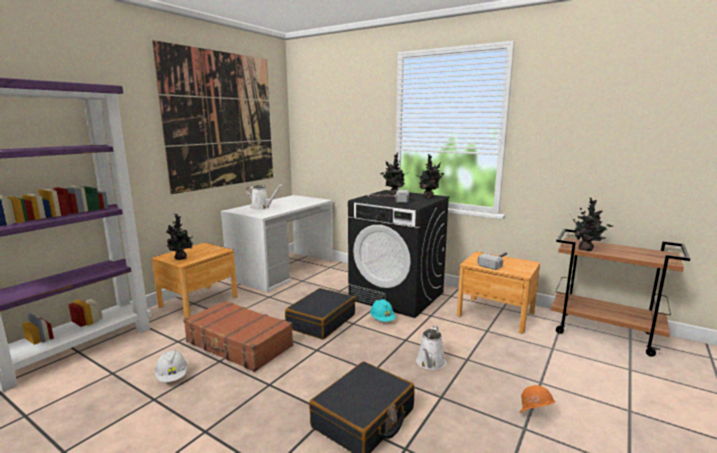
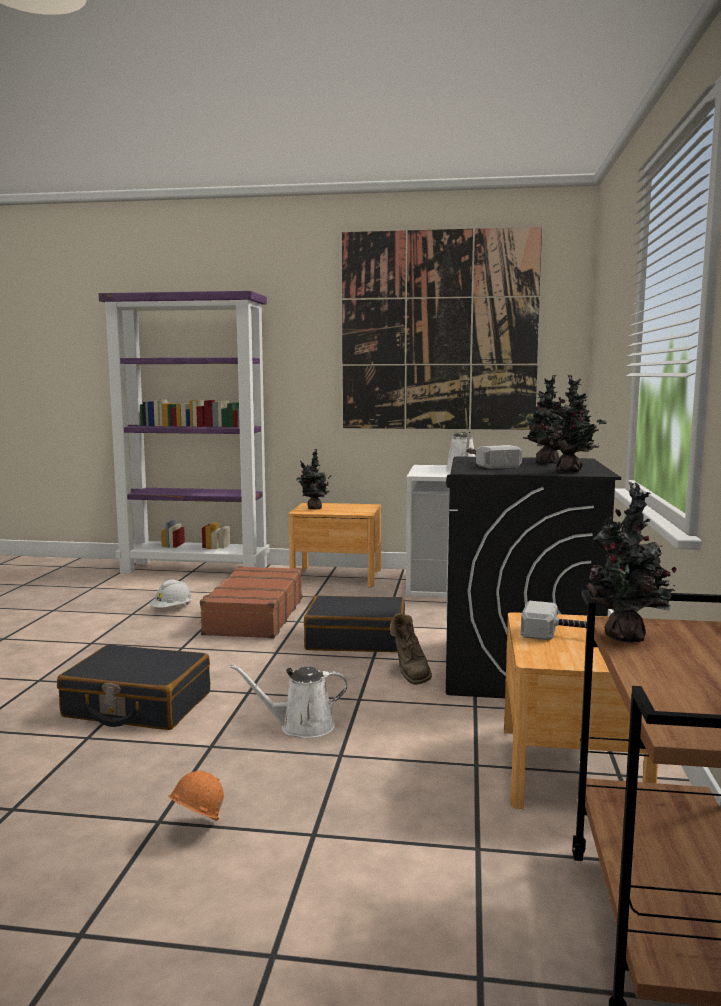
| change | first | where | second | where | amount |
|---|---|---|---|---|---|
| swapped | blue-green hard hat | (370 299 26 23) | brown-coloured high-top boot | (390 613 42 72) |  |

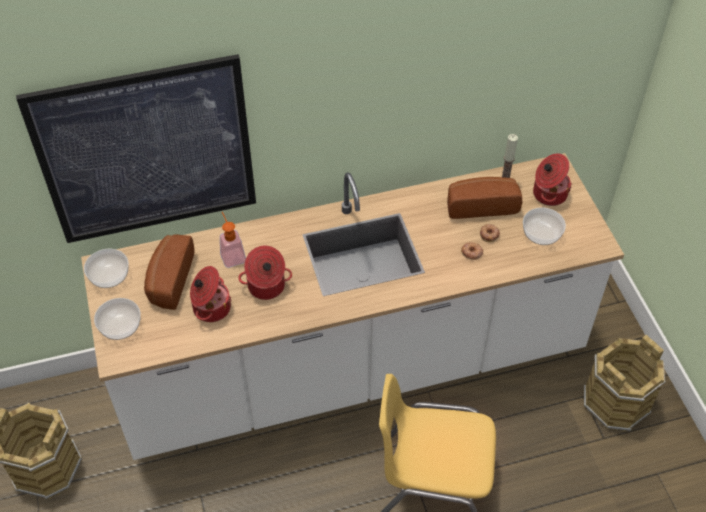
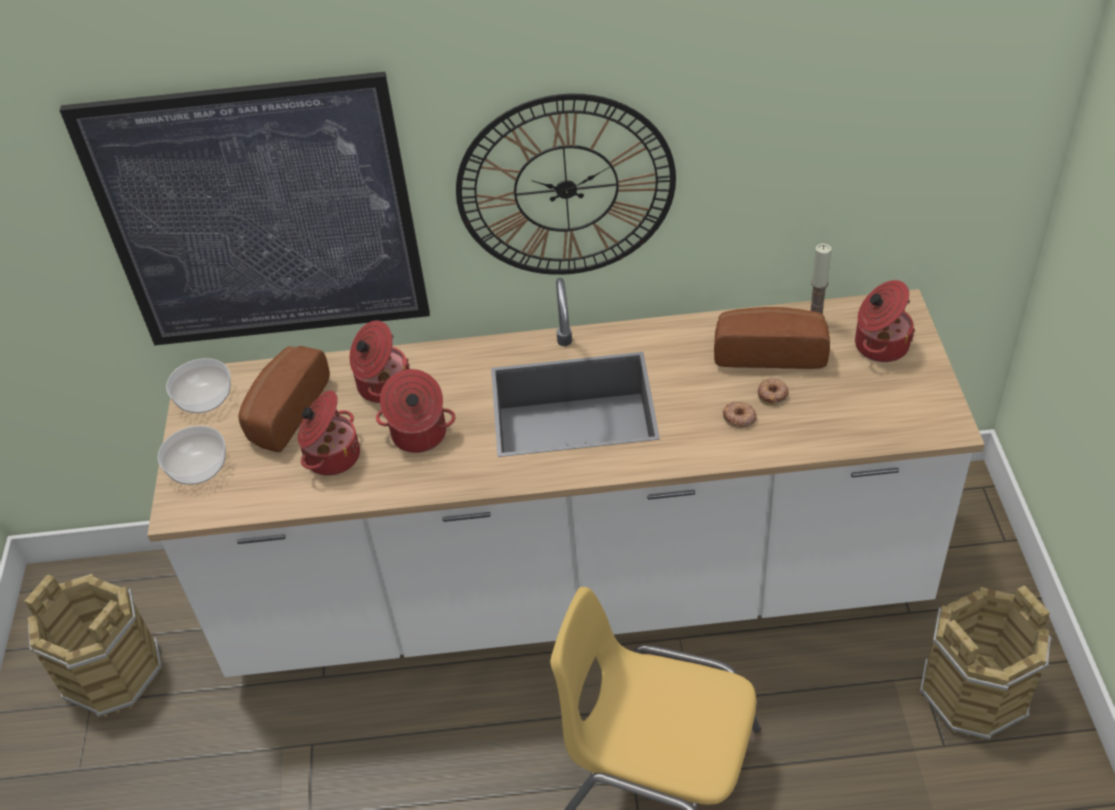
| change | first | where | second | where | amount |
|---|---|---|---|---|---|
| swapped | liquid soap bottle | (220 212 26 56) | stockpot | (350 320 60 83) |  |
| gone | bowl | (523 208 43 37) |  |  |  |
| new |  |  | wall clock | (456 94 220 181) |  |

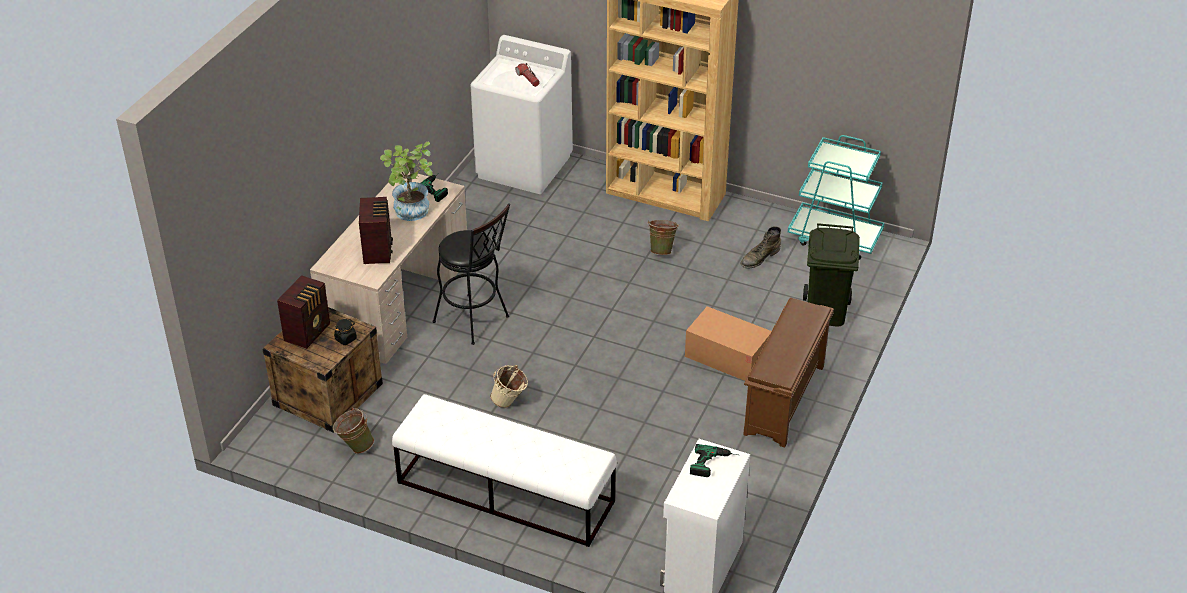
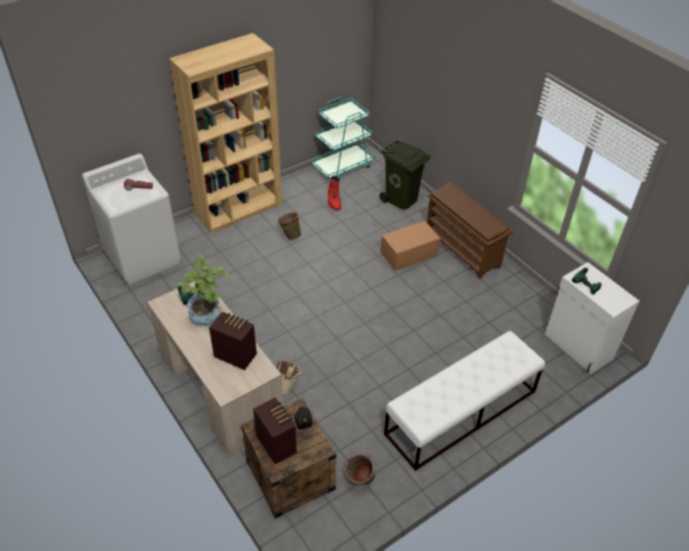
| change | first | where | second | where | amount |
|---|---|---|---|---|---|
| gone | black-coloured stool seat | (433 203 77 142) |  |  |  |
| shifted | sand-coloured water bucket | (490 365 38 43) |  | (274 360 27 35) |  |
| repainted | greenish high-top boot | (740 226 41 43) | reddish high-top boot | (328 176 13 34) |  |

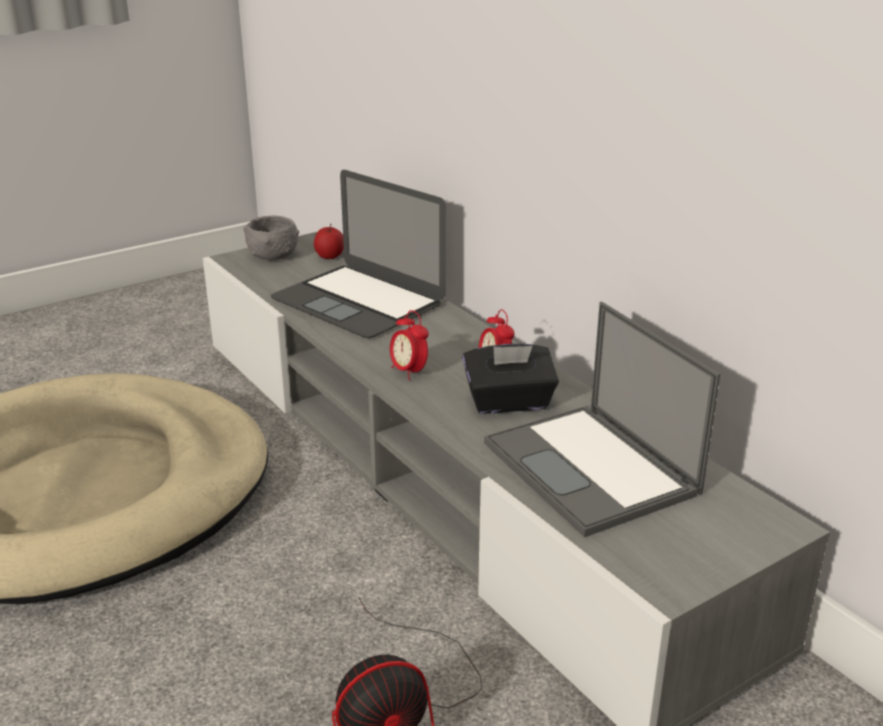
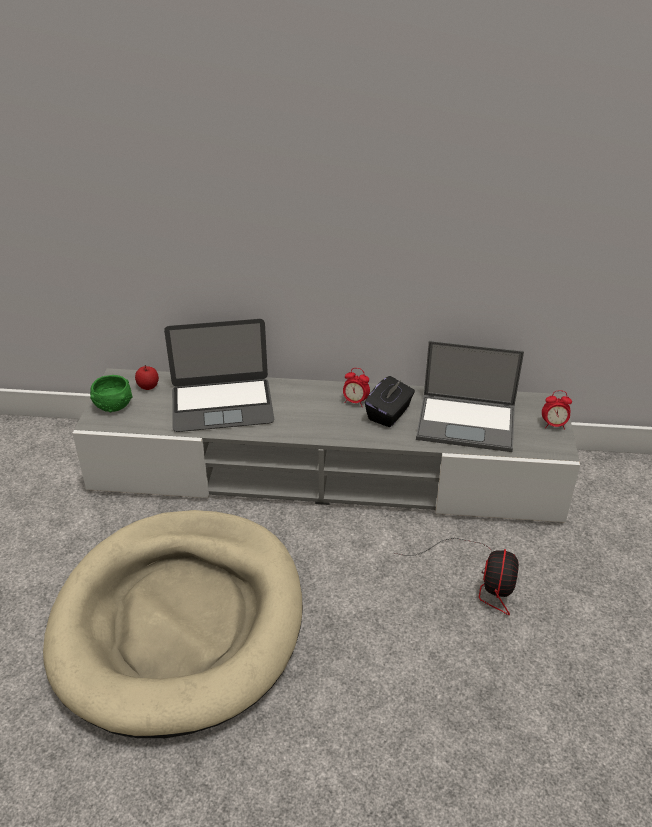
| change | first | where | second | where | amount |
|---|---|---|---|---|---|
| repainted | grey bowl | (243 215 56 45) | greenish bowl | (90 375 43 37) |  |
| shifted | alarm clock | (390 310 39 70) |  | (542 390 30 40) |  |

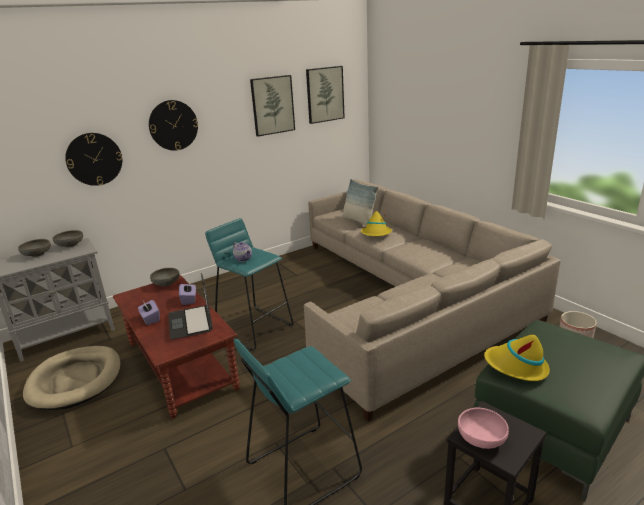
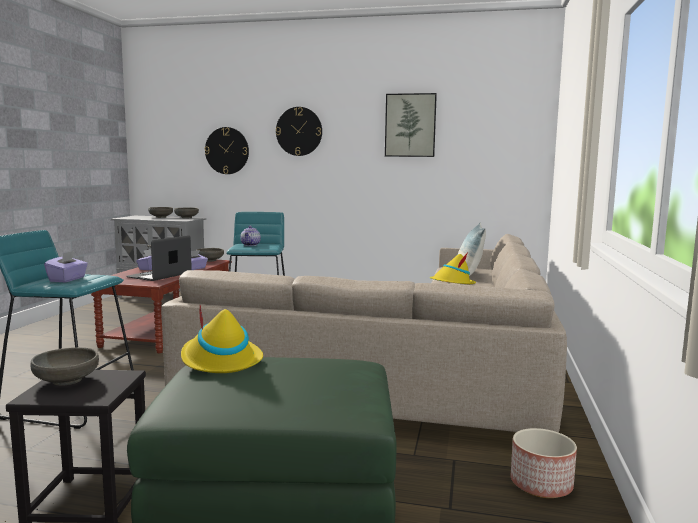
| change | first | where | second | where | amount |
|---|---|---|---|---|---|
| gone | sand-coloured dog bed | (23 346 98 64) |  |  |  |
| gone | wall picture | (306 66 39 58) |  |  |  |
| repainted | pink-coloured bowl | (458 408 51 41) | grey bowl | (30 347 69 39) |  |
| new |  |  | purple tissue box | (44 251 44 31) |  |

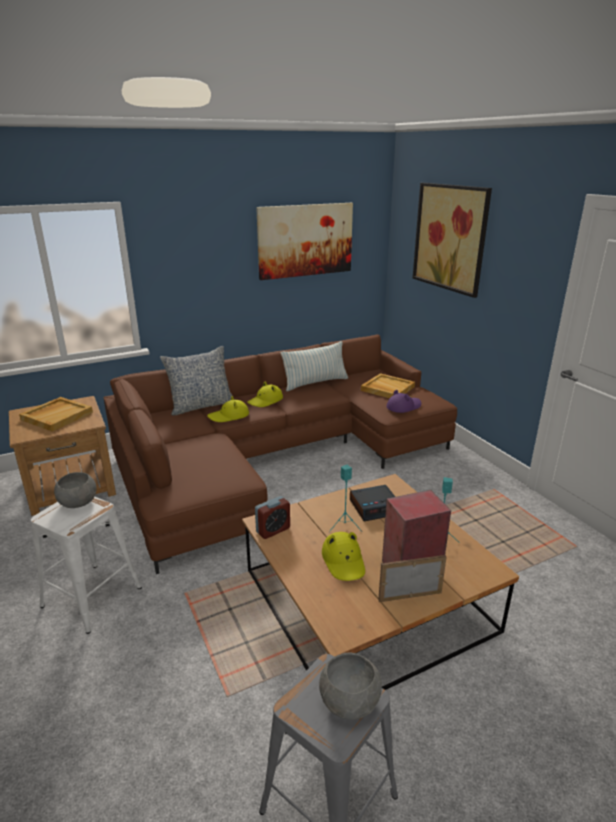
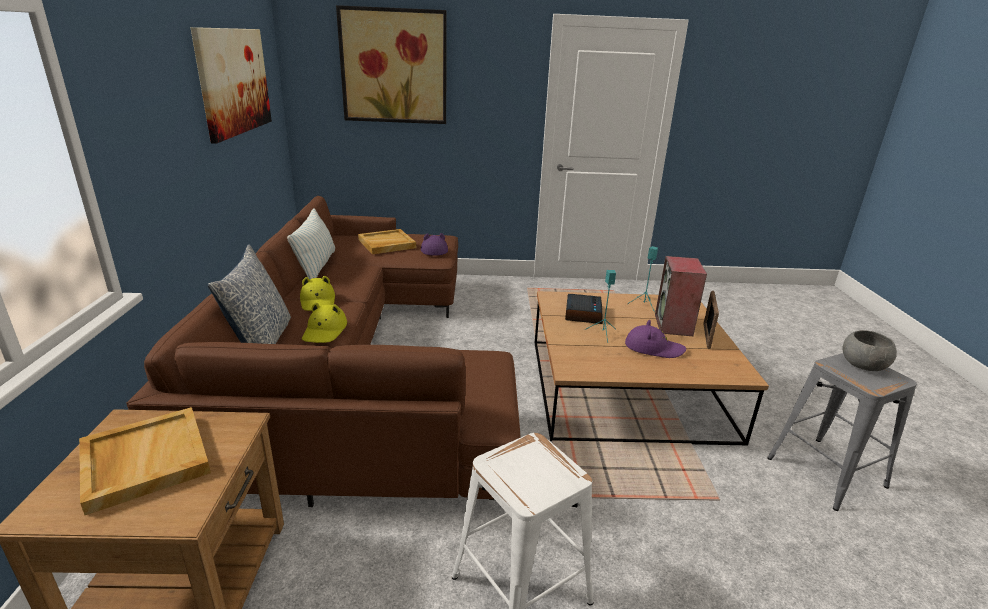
| change | first | where | second | where | amount |
|---|---|---|---|---|---|
| gone | grey bowl | (54 472 43 36) |  |  |  |
| gone | alarm clock | (255 496 35 43) |  |  |  |
| repainted | yellow-coloured wearable hat | (322 532 43 49) | purple wearable hat | (625 320 61 38) |  |

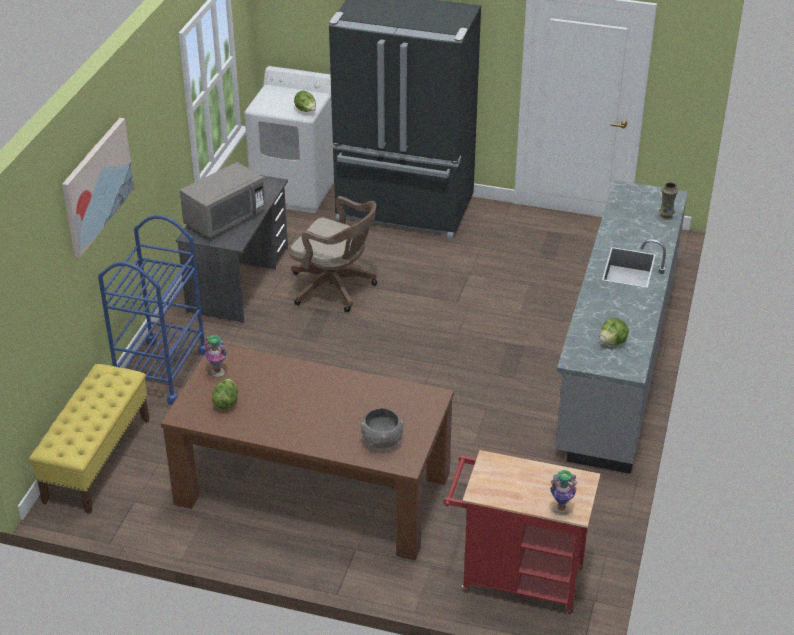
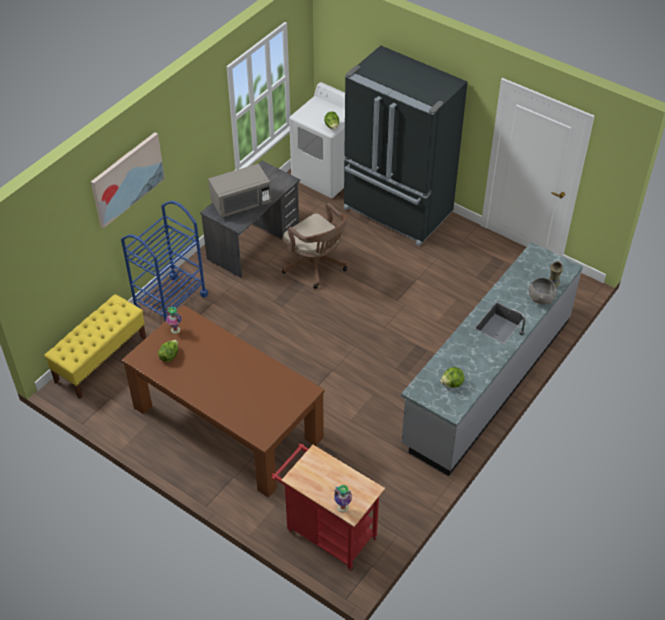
| change | first | where | second | where | amount |
|---|---|---|---|---|---|
| shifted | grey bowl | (360 408 44 41) |  | (529 278 29 27) |  |

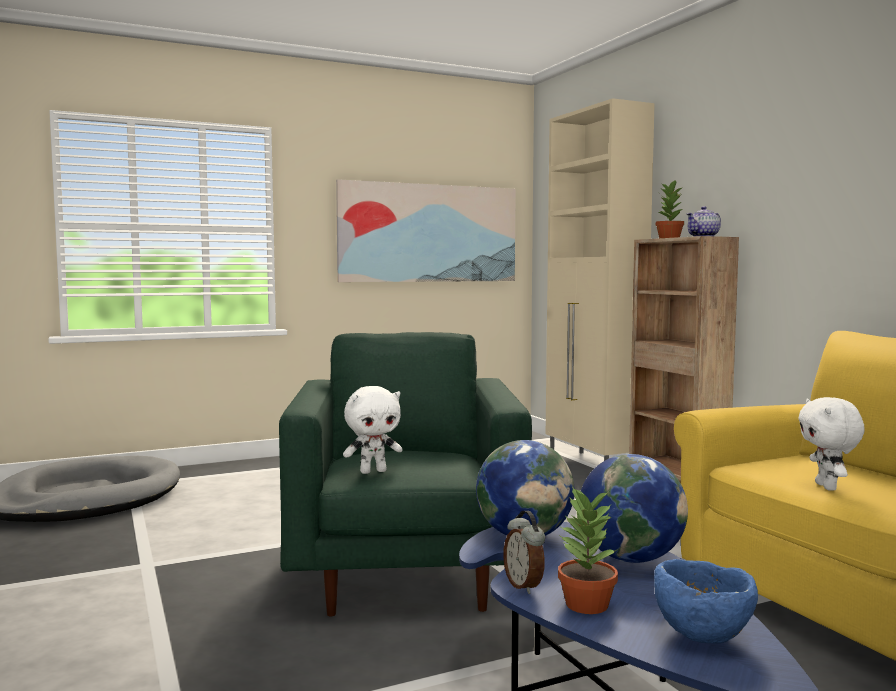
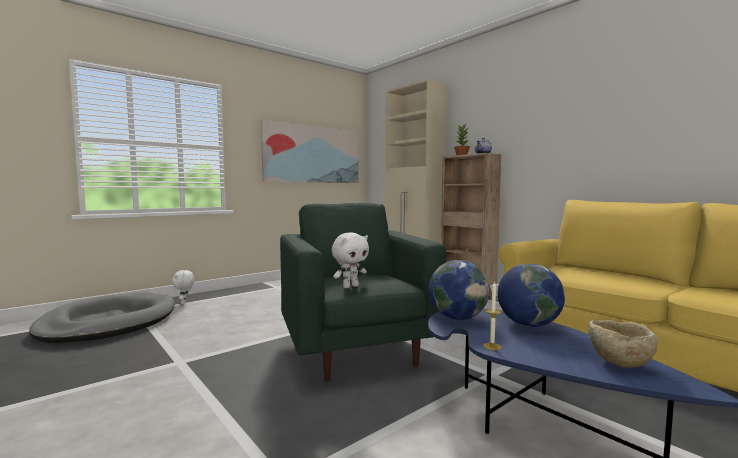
| change | first | where | second | where | amount |
|---|---|---|---|---|---|
| swapped | alarm clock | (503 511 42 83) | wax candle | (483 282 18 68) |  |
| gone | potted plant | (558 487 60 127) |  |  |  |
| repainted | blue-coloured bowl | (654 559 104 85) | sand-coloured bowl | (588 320 70 48) |  |
| shifted | white-coloured cuddly toy | (798 397 67 94) |  | (172 270 22 34) |  |

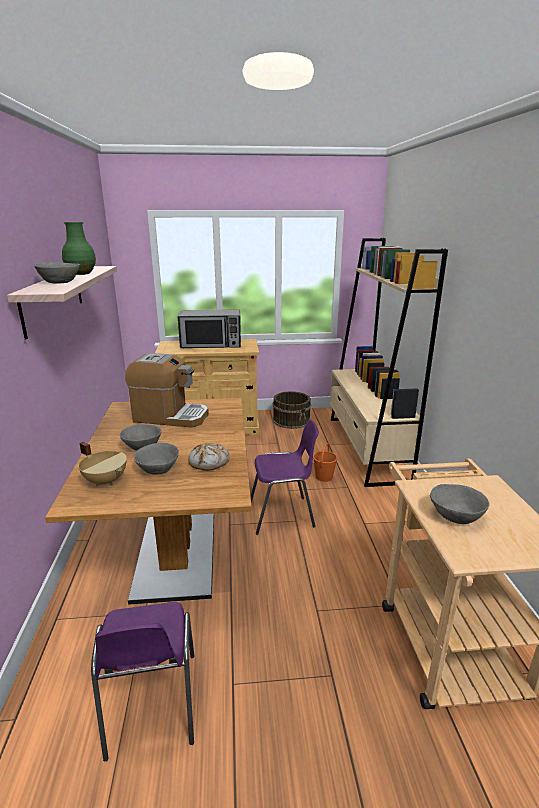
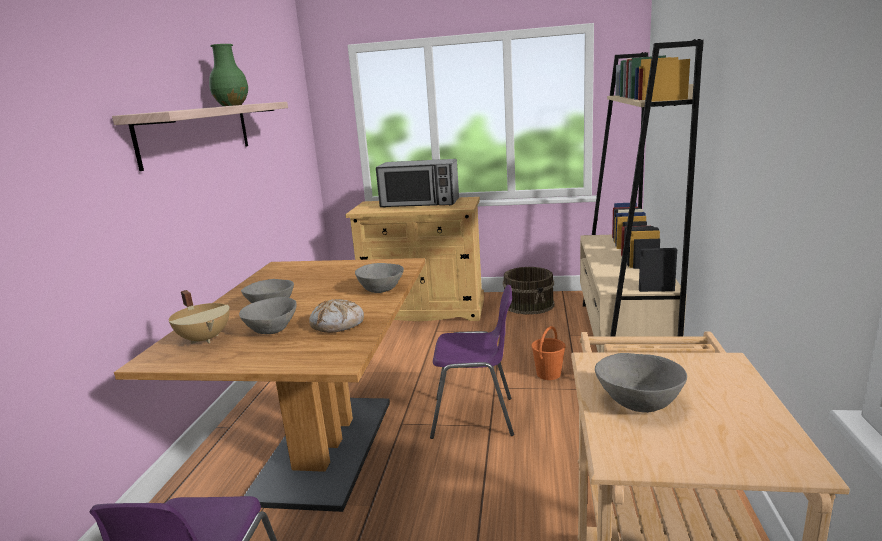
| change | first | where | second | where | amount |
|---|---|---|---|---|---|
| shifted | grey bowl | (34 262 46 21) |  | (355 263 49 30) |  |
| gone | coffee brewer | (125 353 84 75) |  |  |  |

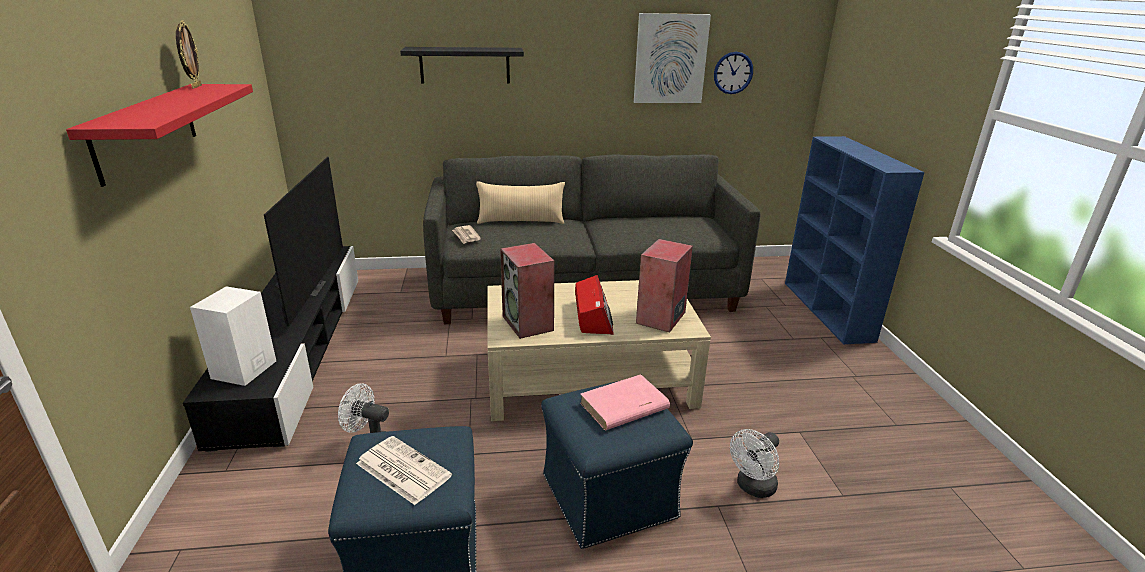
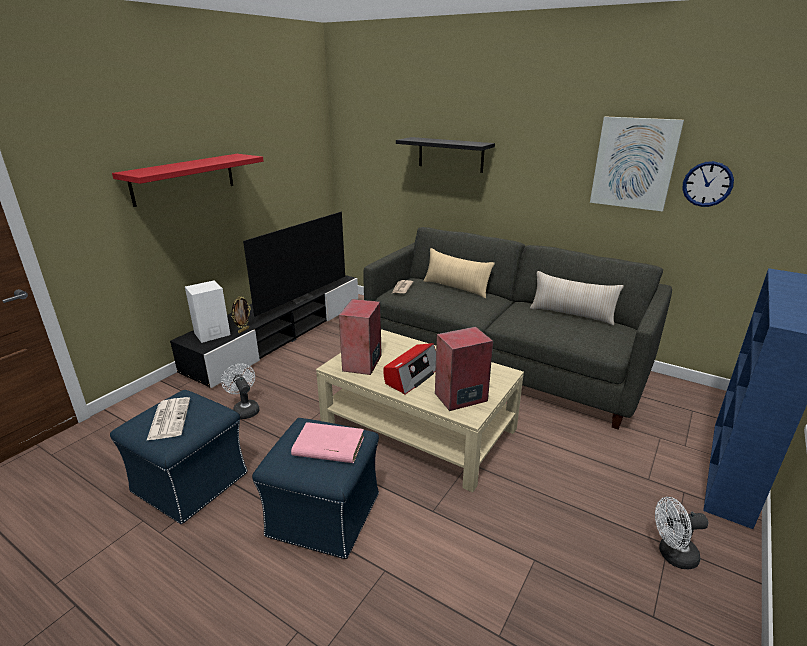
| change | first | where | second | where | amount |
|---|---|---|---|---|---|
| shifted | photo frame | (176 21 26 68) |  | (232 296 19 37) |  |
| shifted | white-coloured electric fan | (730 429 49 69) |  | (655 497 53 72) |  |
| new |  |  | sand-coloured throw pillow | (530 271 94 54) |  |

